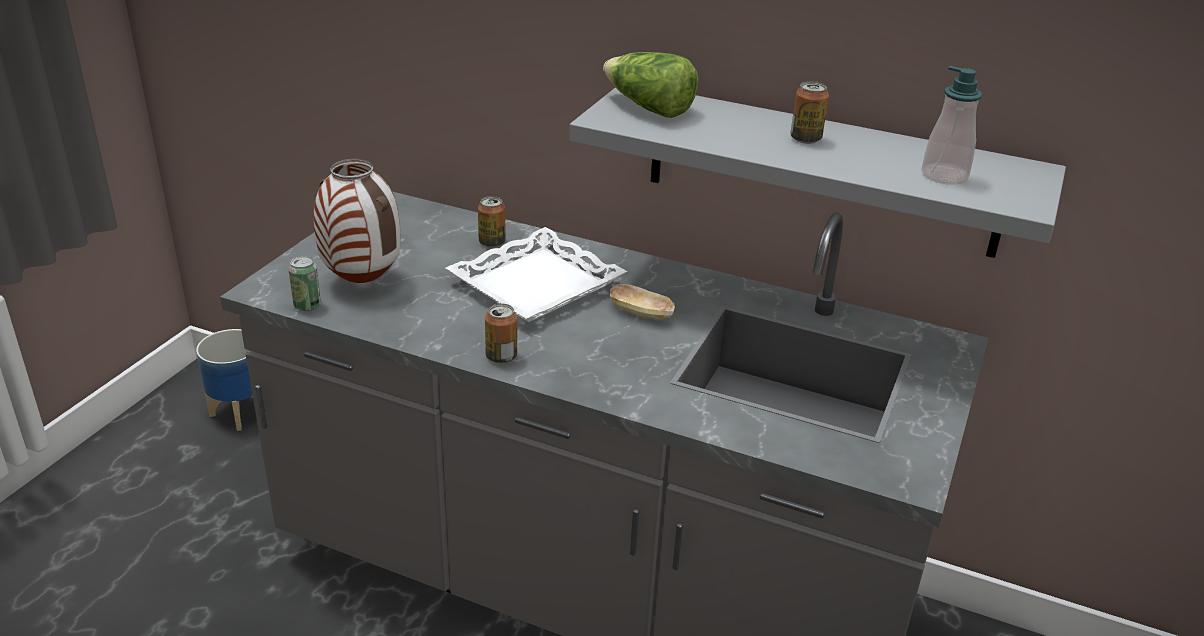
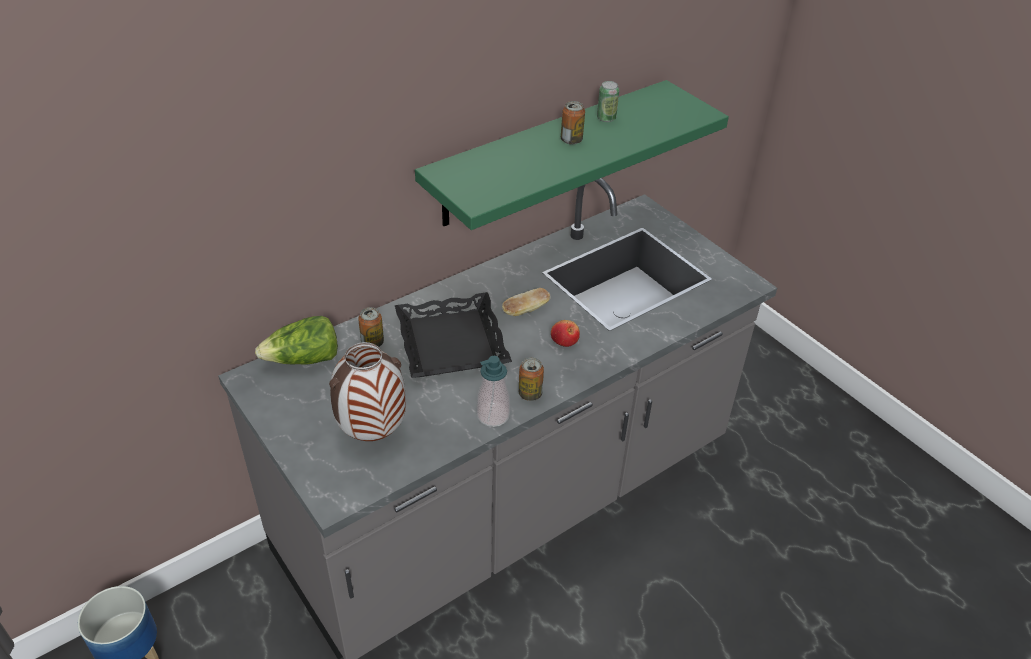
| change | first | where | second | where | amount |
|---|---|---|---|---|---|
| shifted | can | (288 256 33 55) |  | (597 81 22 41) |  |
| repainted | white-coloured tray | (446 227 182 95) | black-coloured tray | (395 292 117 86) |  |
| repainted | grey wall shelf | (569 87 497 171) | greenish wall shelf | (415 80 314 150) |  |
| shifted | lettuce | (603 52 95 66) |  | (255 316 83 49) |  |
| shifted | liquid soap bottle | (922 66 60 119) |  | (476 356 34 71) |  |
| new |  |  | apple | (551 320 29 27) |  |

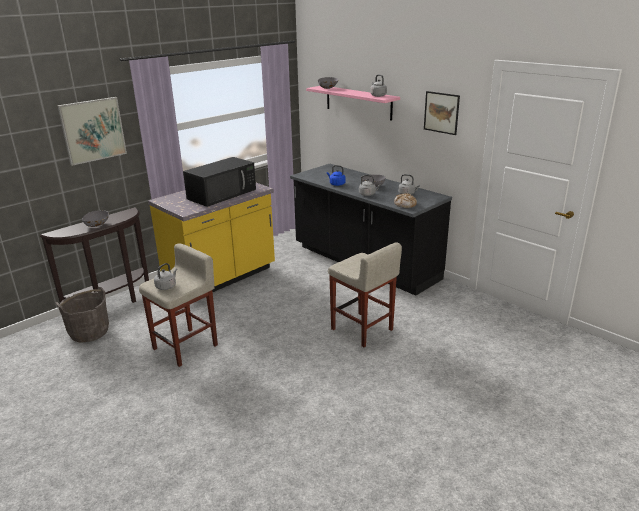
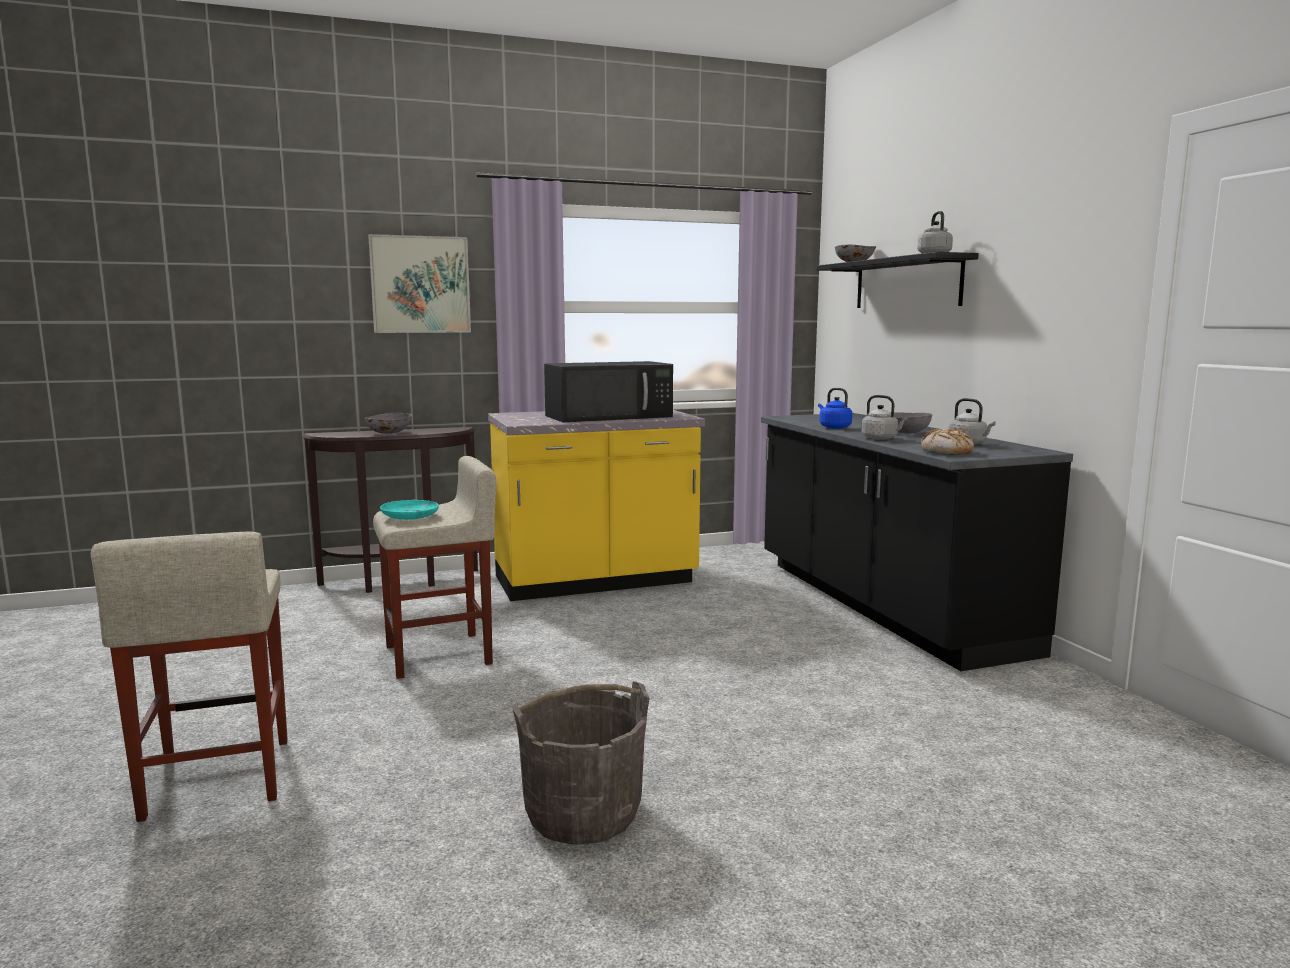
| change | first | where | second | where | amount |
|---|---|---|---|---|---|
| shifted | grey water bucket | (56 287 53 56) |  | (511 681 139 164) |  |
| swapped | grey kettle | (154 263 23 27) | blue-green flat dish | (380 500 59 20) |  |
| repainted | pink-coloured wall shelf | (306 86 94 35) | black-coloured wall shelf | (817 252 162 56) |  |
| shifted | sand-coloured stool seat | (328 242 74 105) |  | (91 532 197 290) |  |
| gone | wall picture | (424 91 36 44) |  |  |  |

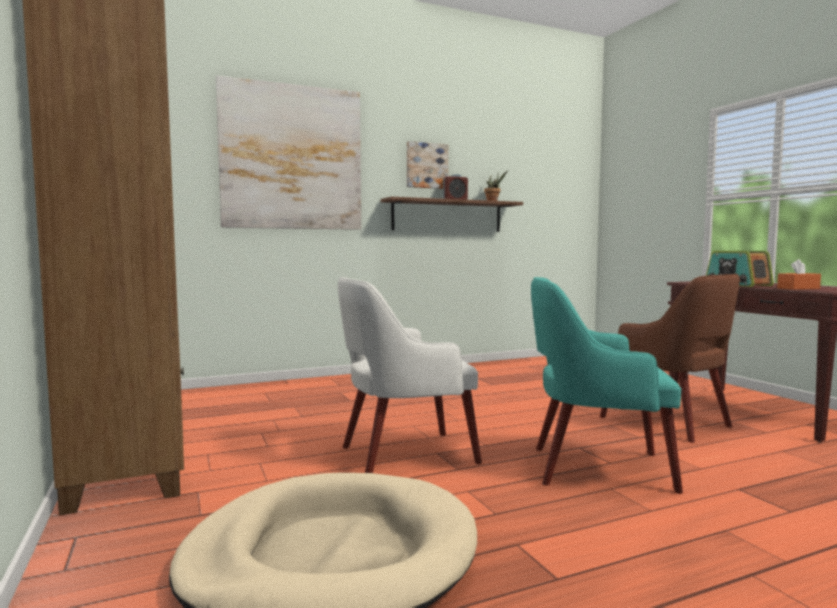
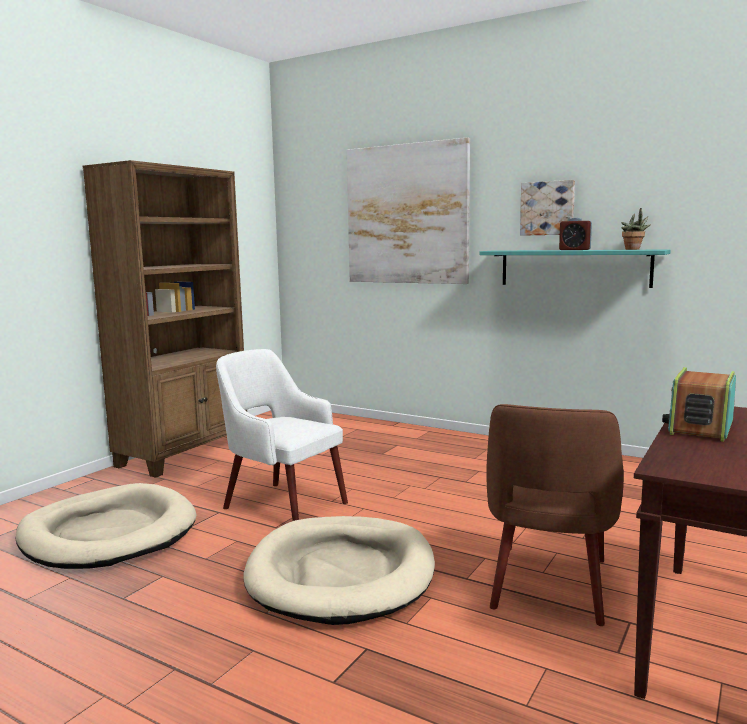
| change | first | where | second | where | amount |
|---|---|---|---|---|---|
| repainted | brown-coloured wall shelf | (381 197 142 35) | blue-green wall shelf | (480 249 190 39) |  |
| swapped | blue-green lounge chair | (531 277 152 217) | sand-coloured dog bed | (244 516 191 109) |  |
| gone | orangey tissue box | (777 259 44 31) |  |  |  |

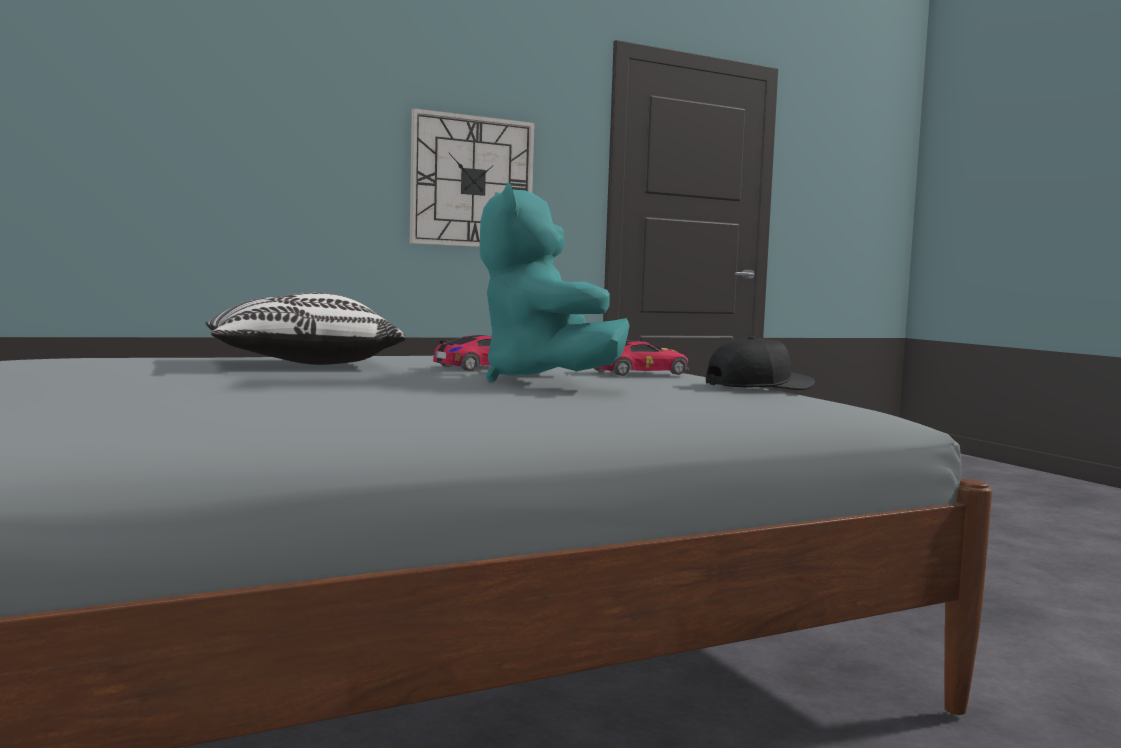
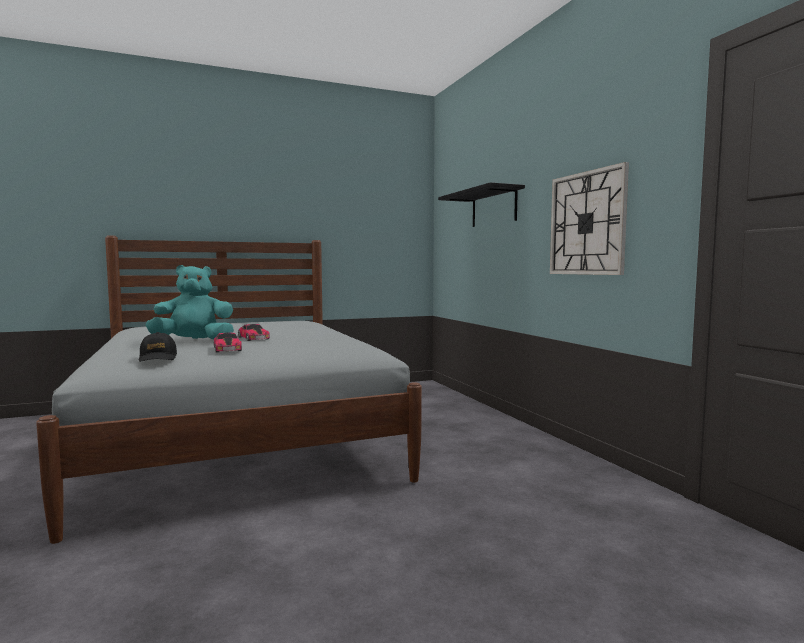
| change | first | where | second | where | amount |
|---|---|---|---|---|---|
| gone | throw pillow | (205 292 201 73) |  |  |  |
| new |  |  | black-coloured wall shelf | (438 182 87 45) |  |

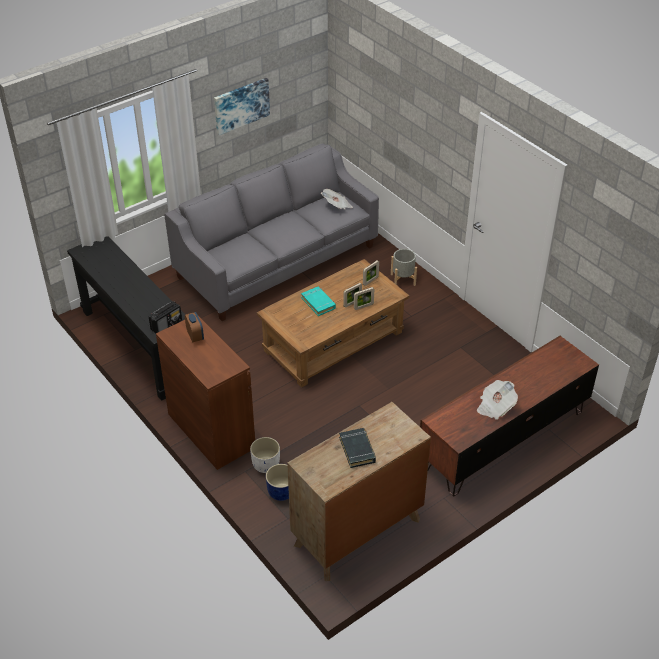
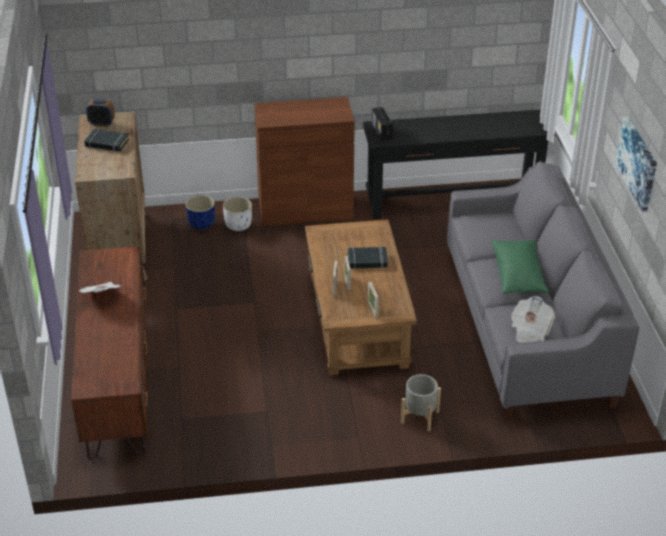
| change | first | where | second | where | amount |
|---|---|---|---|---|---|
| shifted | alarm clock | (185 312 19 30) |  | (86 99 29 28) |  |
| repainted | blue-green volume | (301 286 35 30) | black-coloured volume | (347 247 41 22) |  |
| new |  |  | greenish throw pillow | (492 240 57 54) |  |

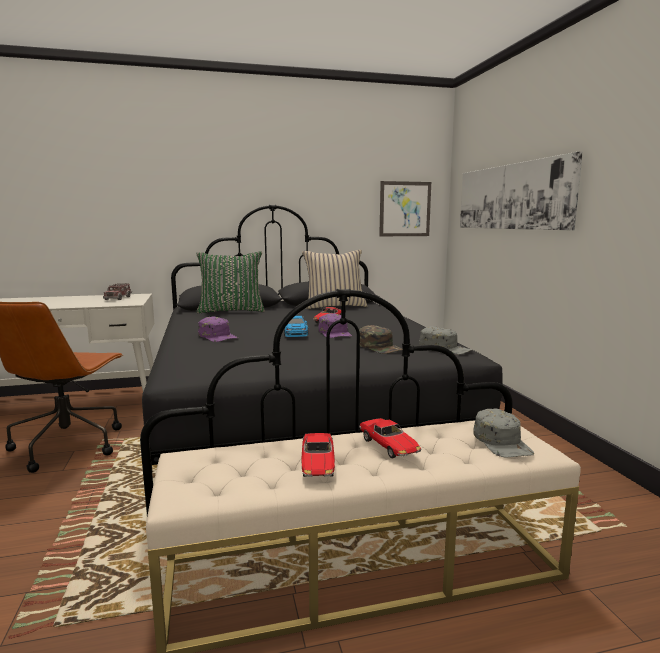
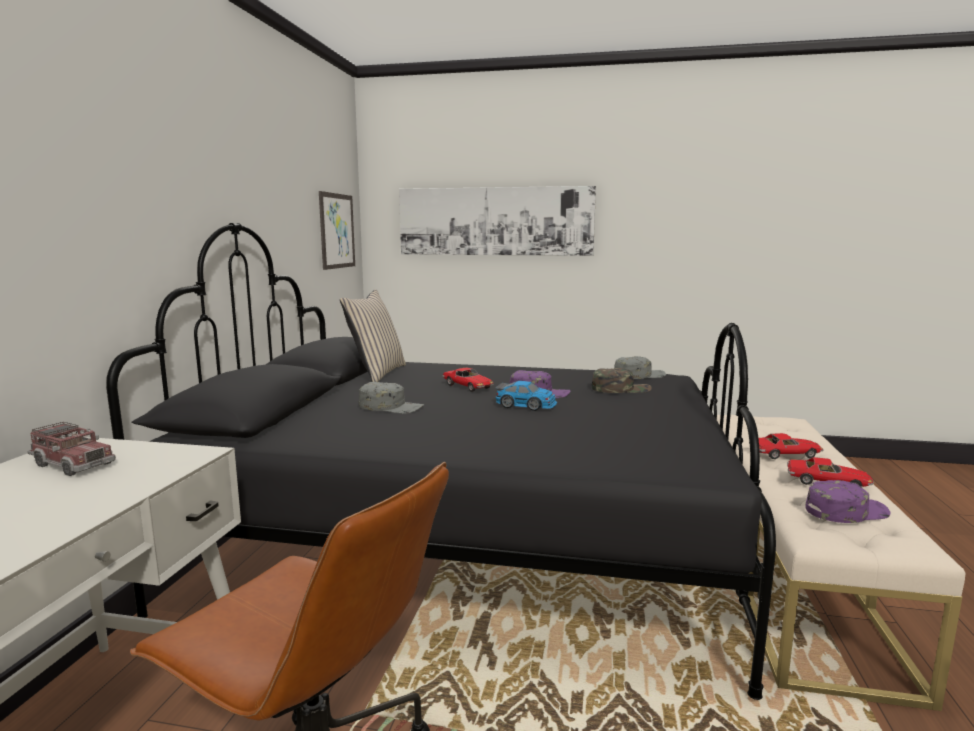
| change | first | where | second | where | amount |
|---|---|---|---|---|---|
| gone | greenish throw pillow | (196 251 69 62) |  |  |  |
| shifted | purple cap | (198 317 40 25) |  | (806 480 84 43) |  |
| shifted | grey cap | (473 408 61 50) |  | (359 382 65 32) |  |

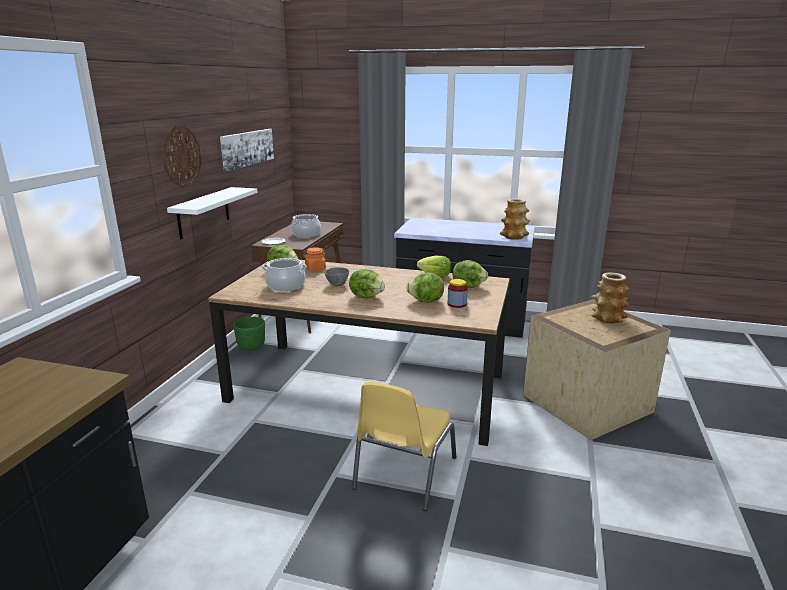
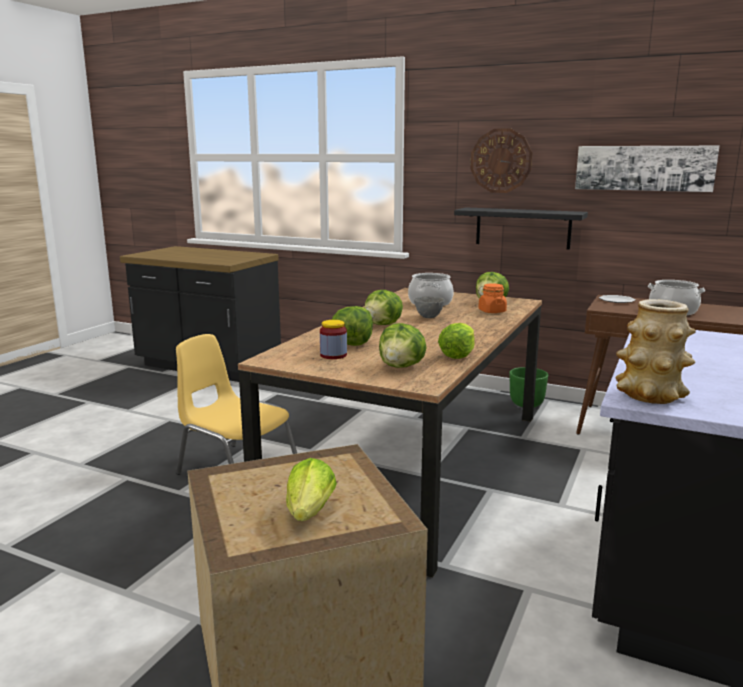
| change | first | where | second | where | amount |
|---|---|---|---|---|---|
| repainted | white-coloured wall shelf | (167 187 90 53) | black-coloured wall shelf | (454 207 134 43) |  |
| swapped | flower vase | (592 273 37 50) | lettuce | (286 458 51 63) |  |

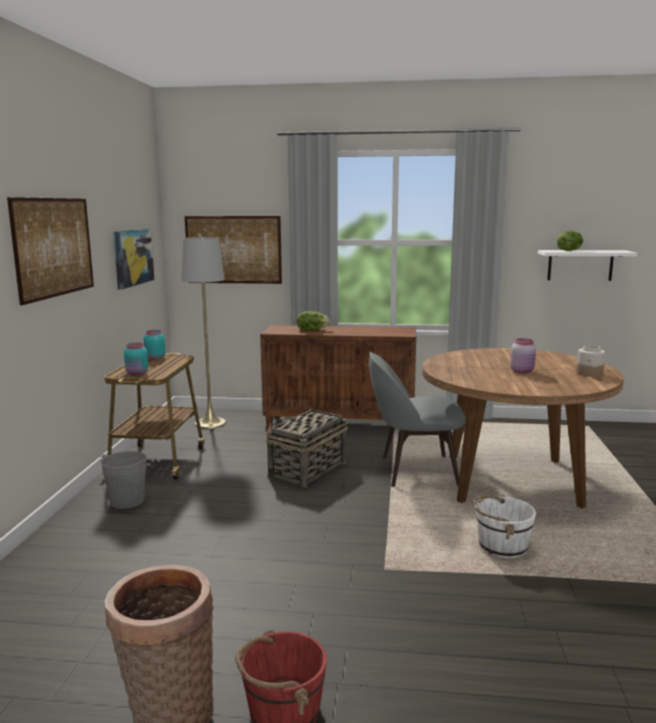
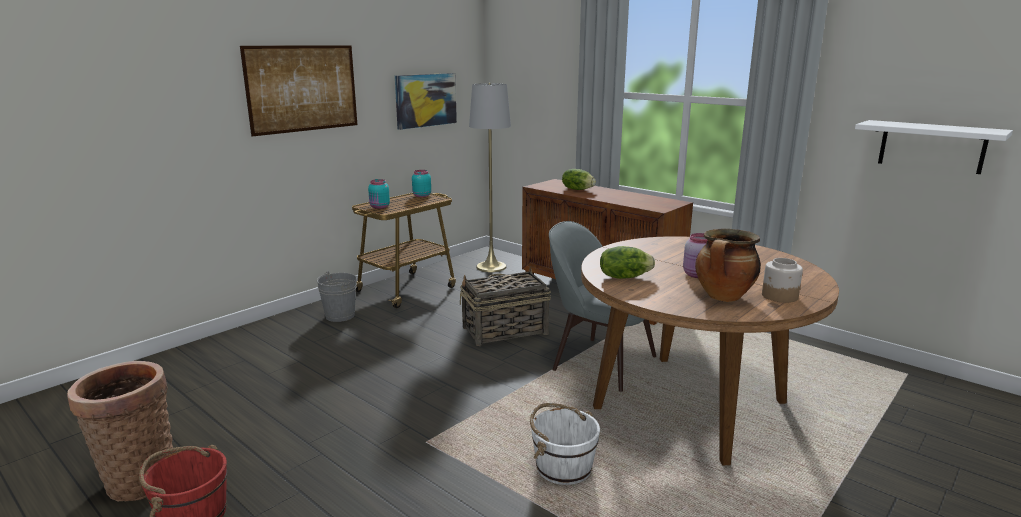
| change | first | where | second | where | amount |
|---|---|---|---|---|---|
| gone | wall picture | (185 216 97 68) |  |  |  |
| shifted | lettuce | (557 231 26 20) |  | (600 246 55 33) |  |
| new |  |  | stockpot | (695 229 66 73) |  |

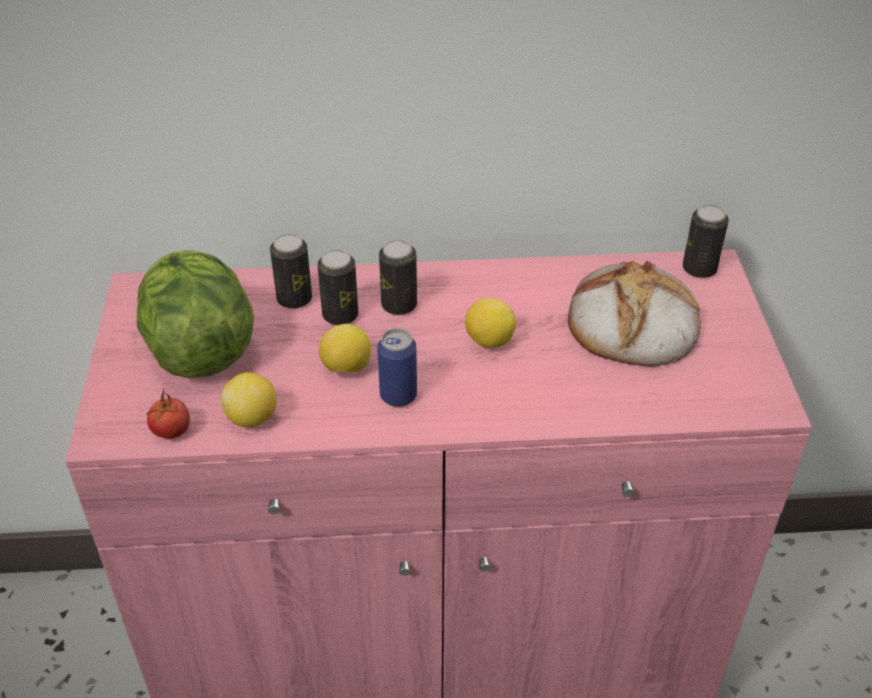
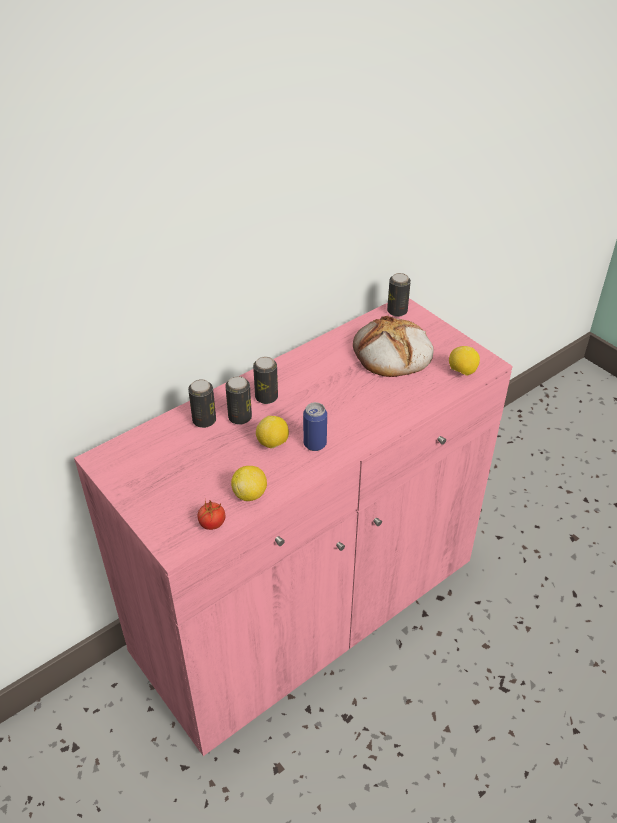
| change | first | where | second | where | amount |
|---|---|---|---|---|---|
| gone | lettuce | (137 250 117 128) |  |  |  |
| shifted | citrus fruit | (465 298 51 50) |  | (449 346 31 30) |  |

